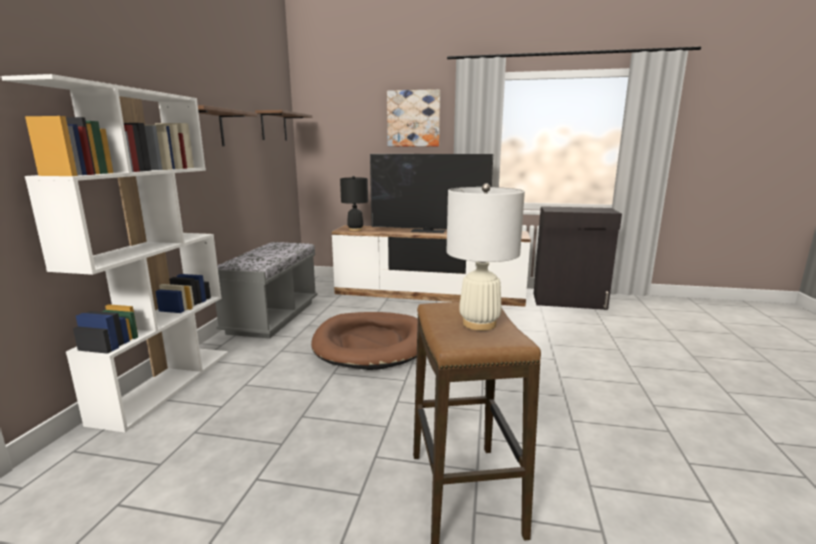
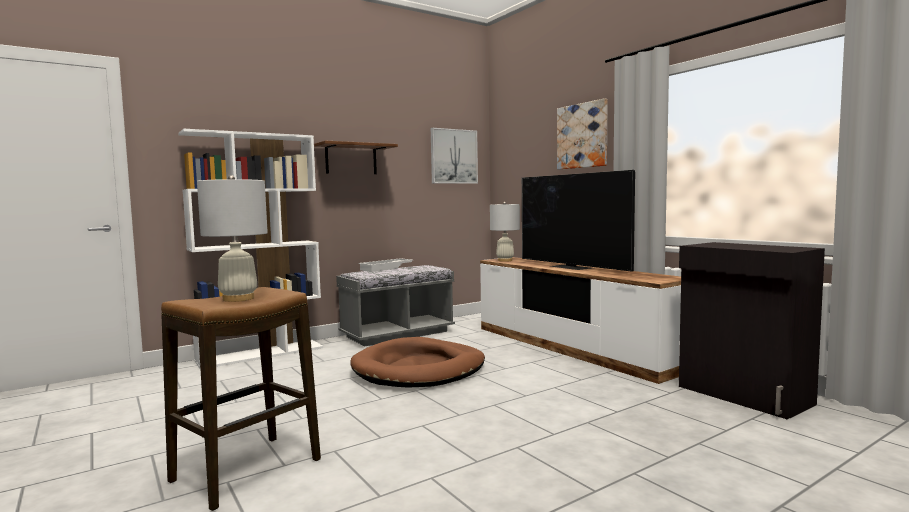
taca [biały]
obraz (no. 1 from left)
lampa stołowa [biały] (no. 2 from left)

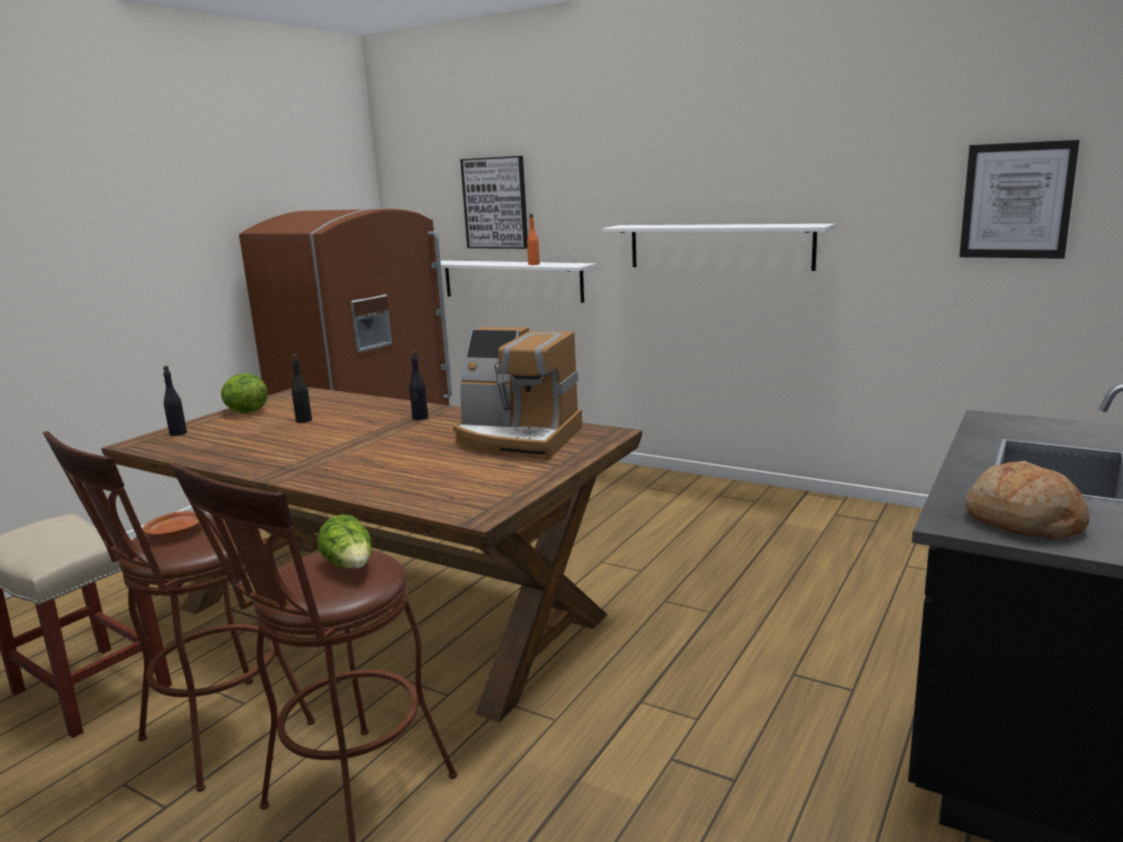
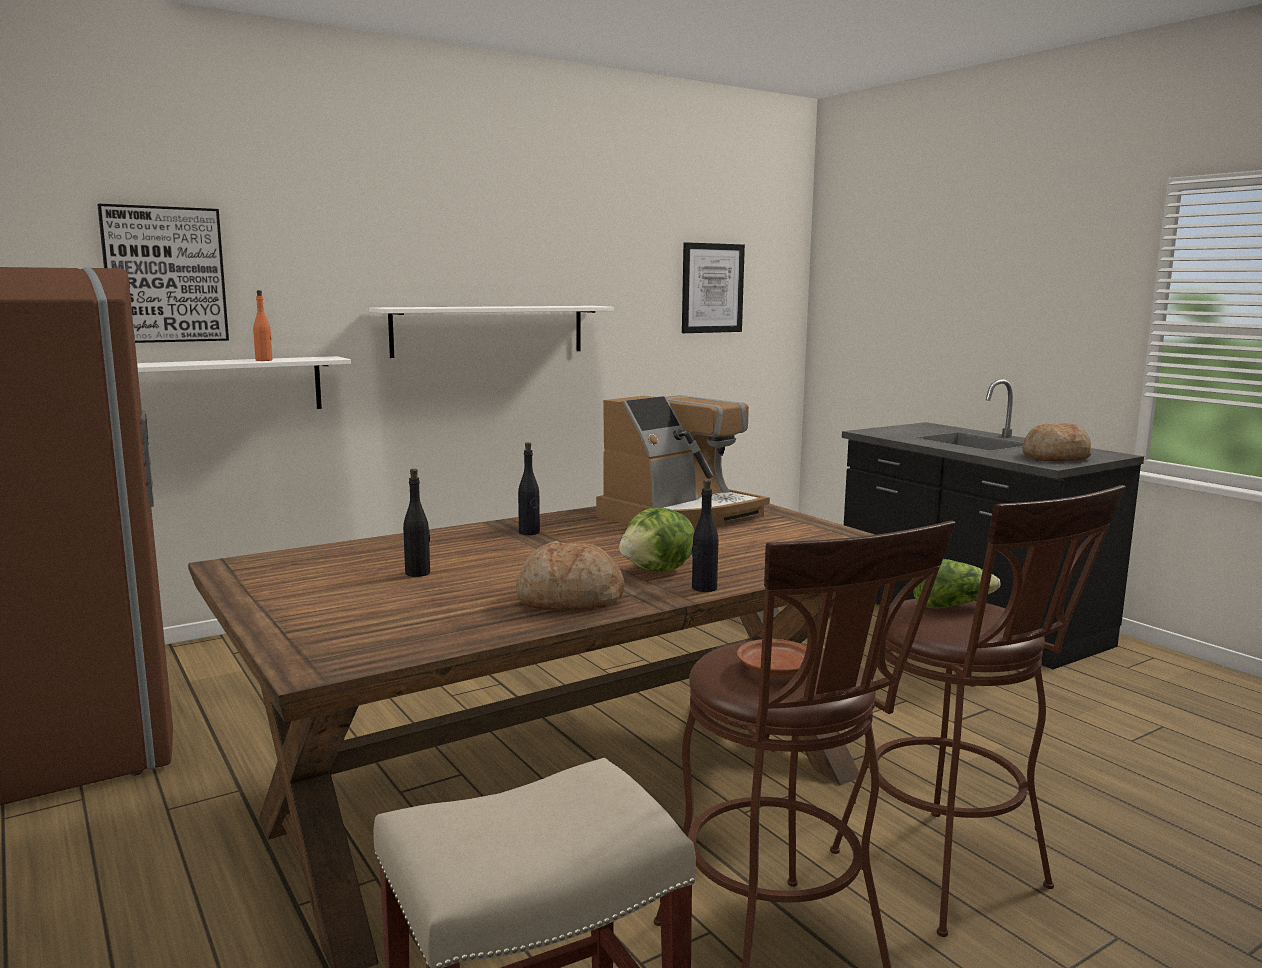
chleb (no. 1 from left)
butelka [czarny] (no. 3 from left)
sałata (no. 1 from left)

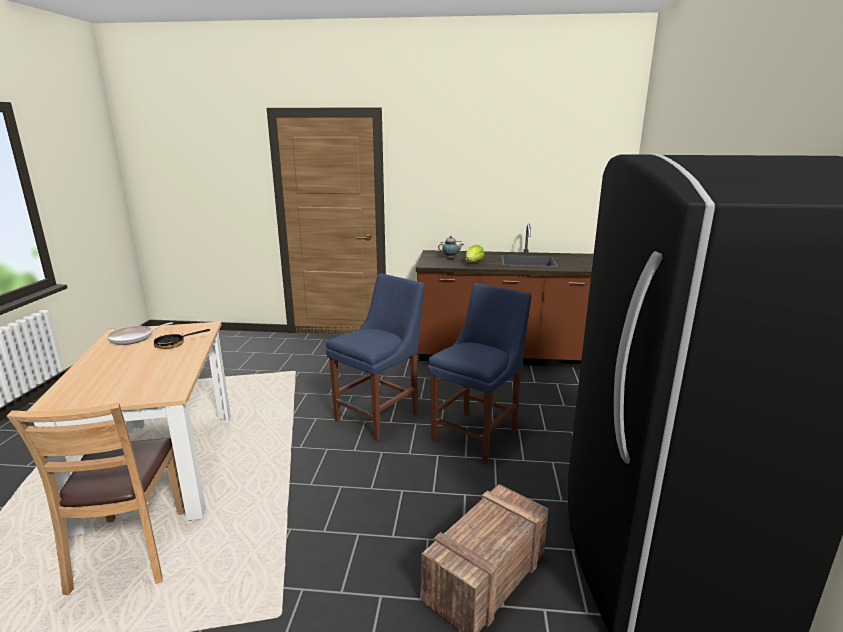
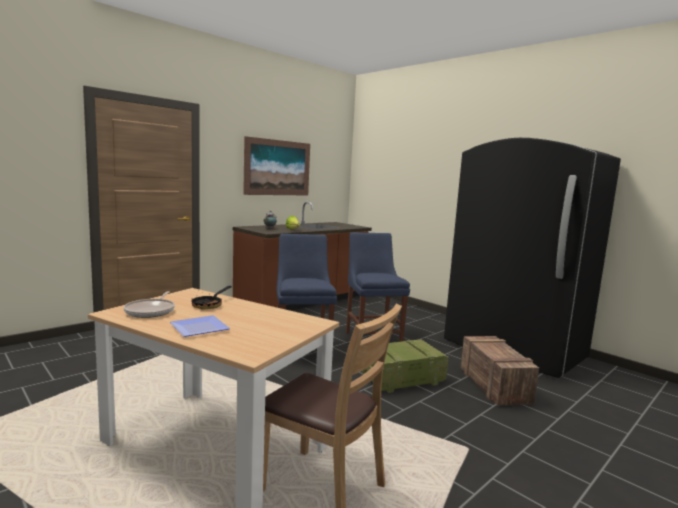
talerz
obraz
skrzynka (no. 1 from left)

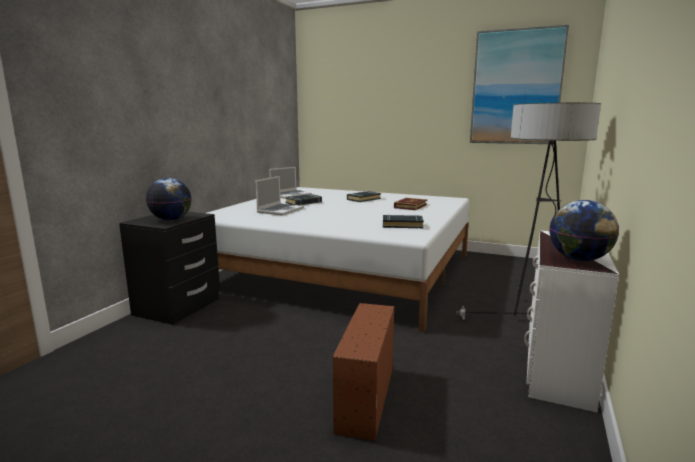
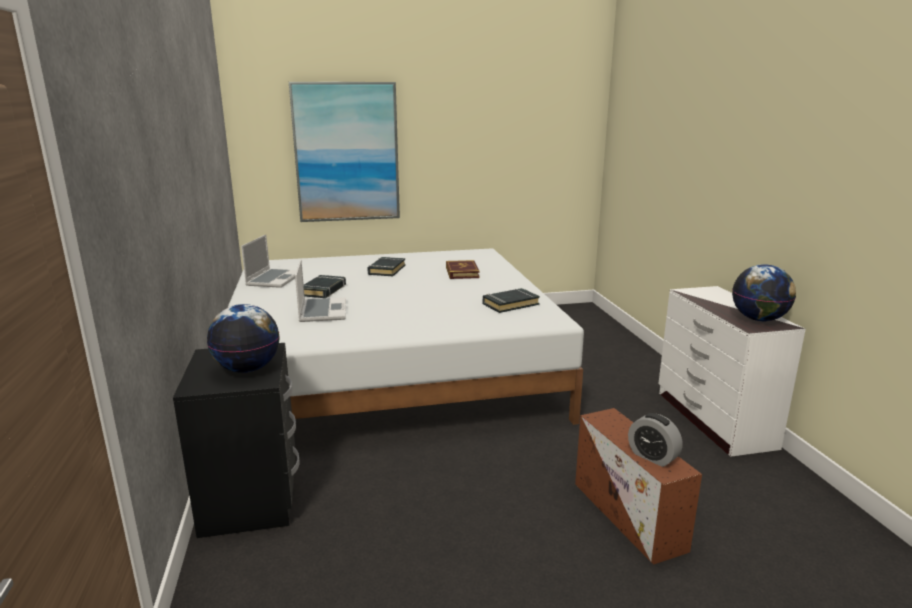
lampa stojąca
budzik
obraz

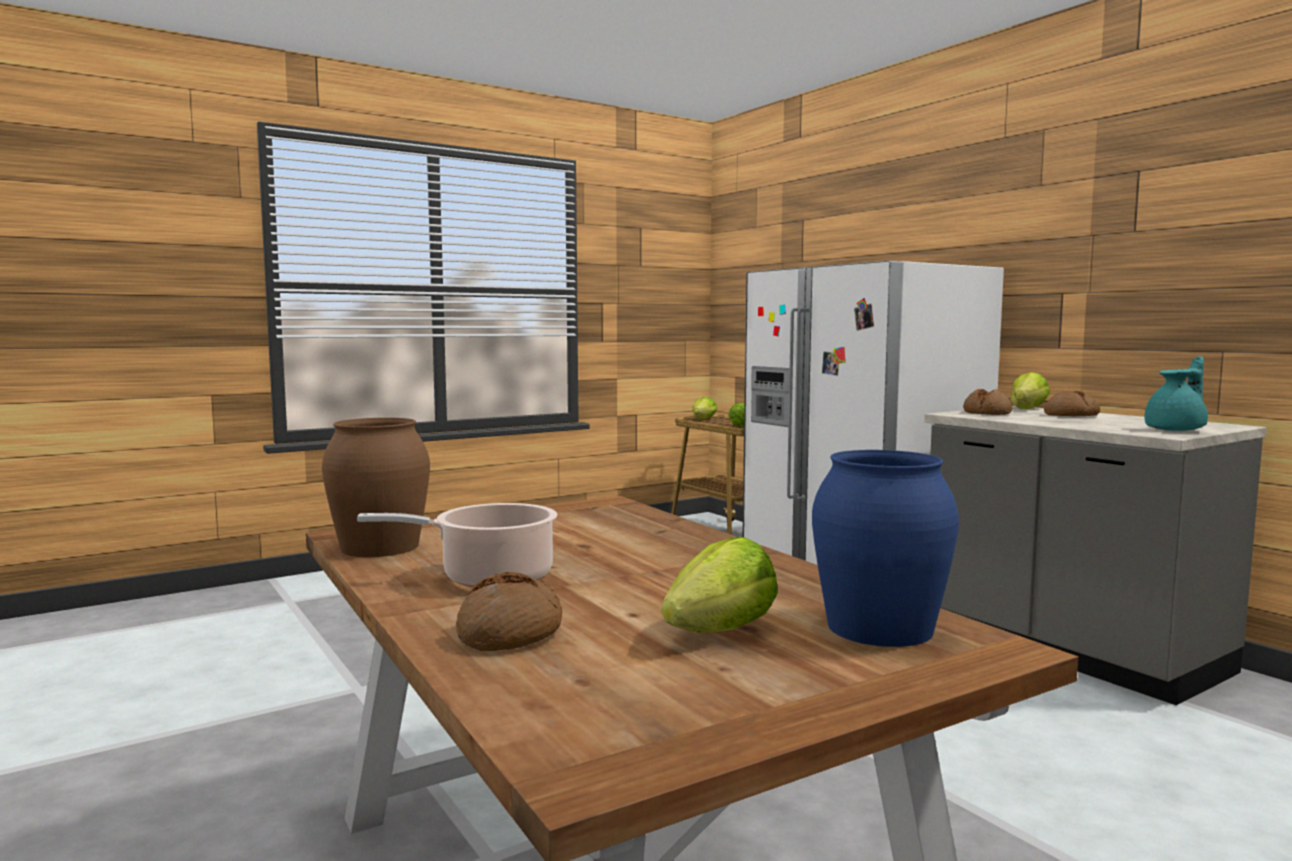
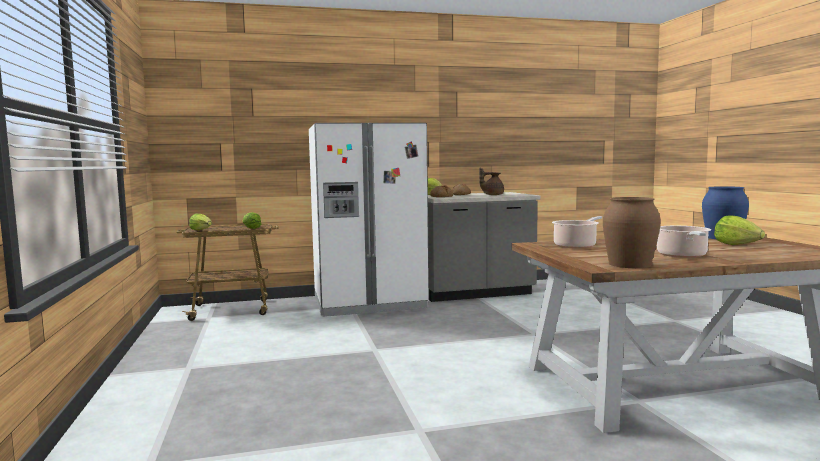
chleb (no. 1 from left in the first image)
imbryk [turkusowy]
imbryk [brązowy]
garnek (no. 1 from left)

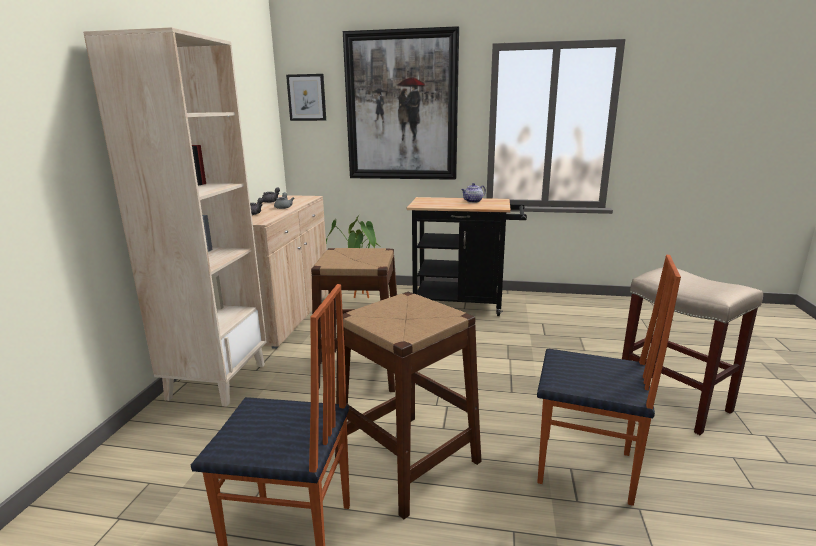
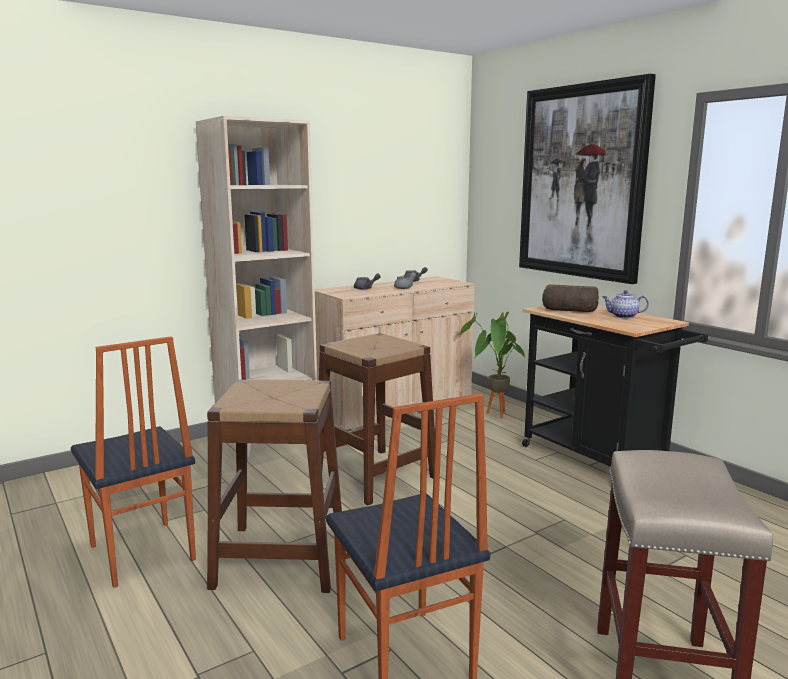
obraz (no. 1 from left in the first image)
chleb

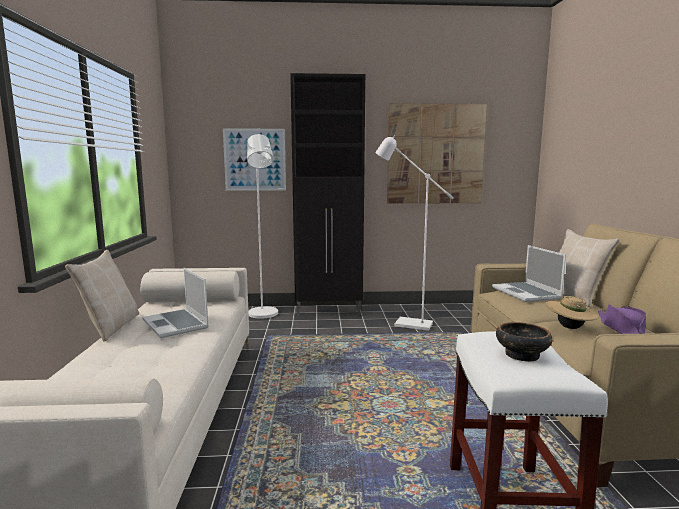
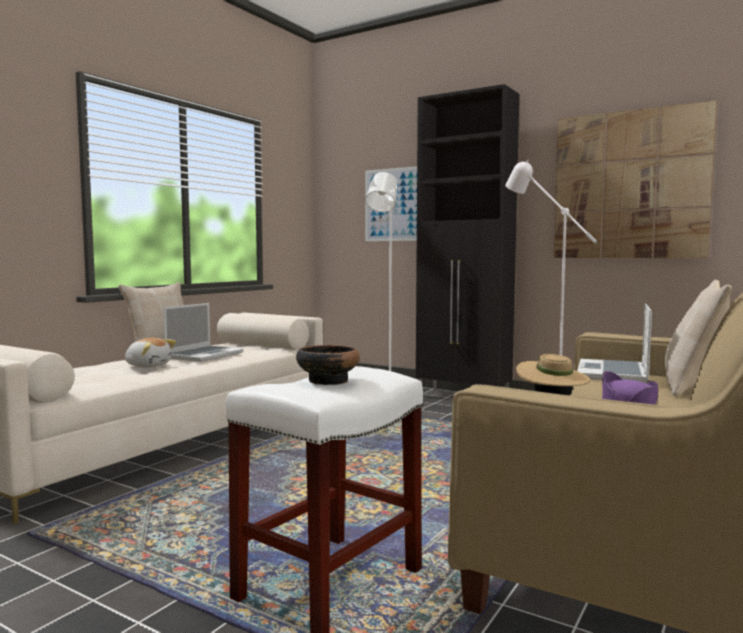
pluszak
laptop (no. 1 from left)

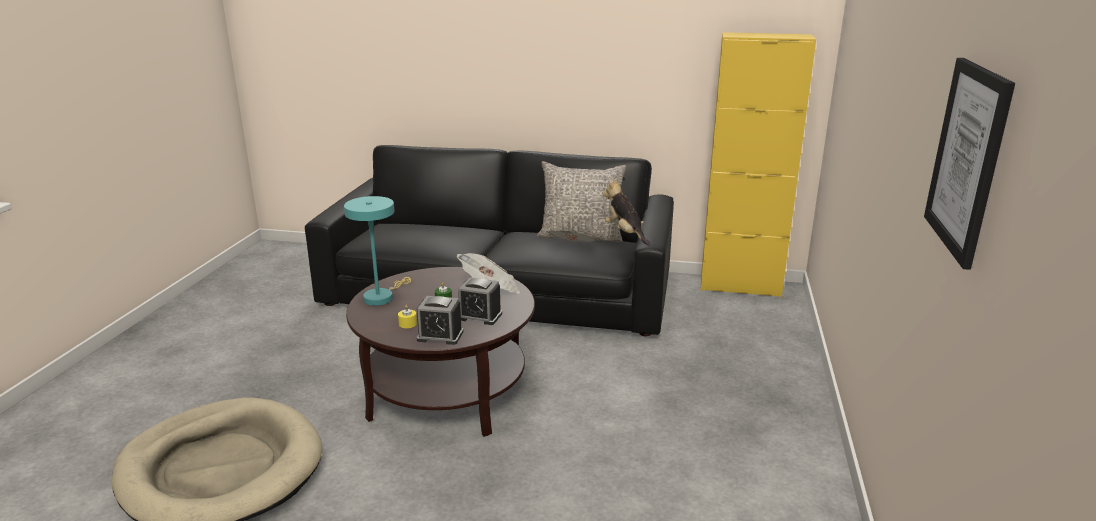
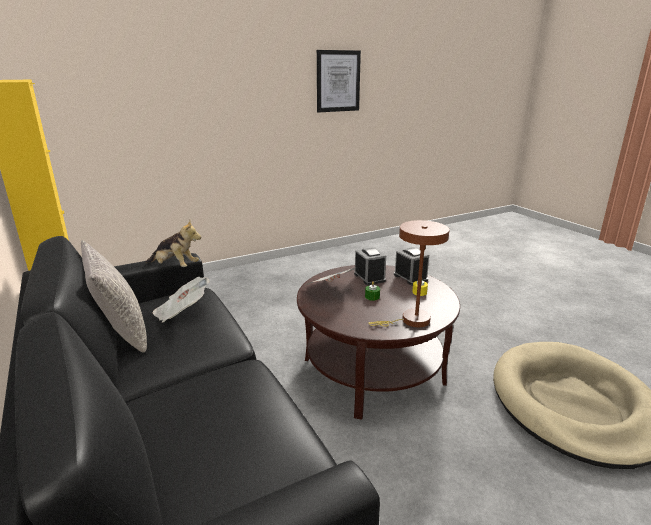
lampa stołowa [brązowy]
pluszak

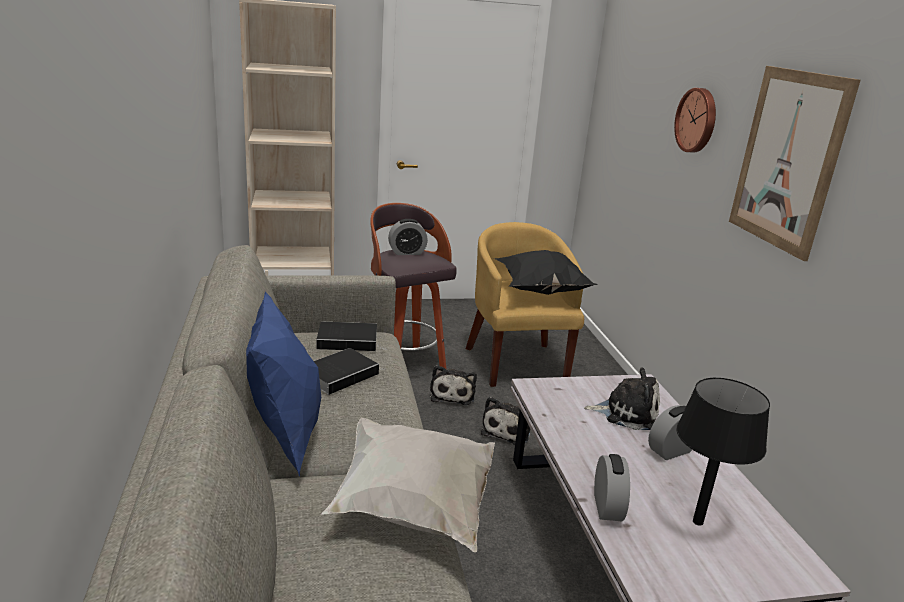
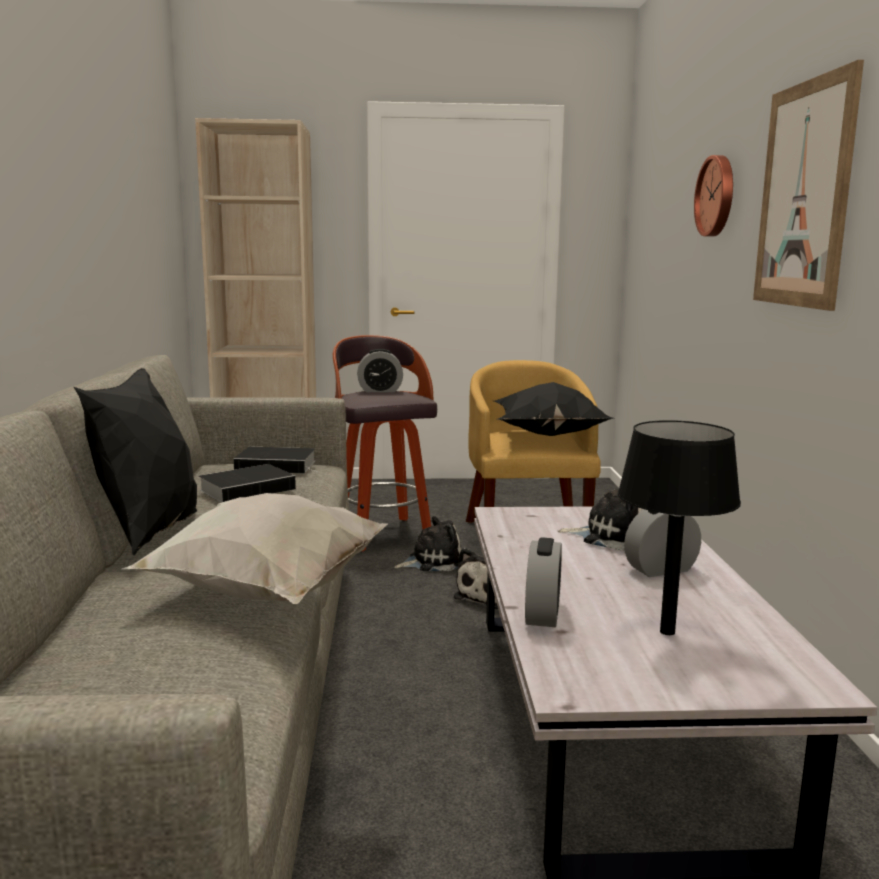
poduszka [czarny] (no. 1 from left)
pluszak (no. 1 from left)

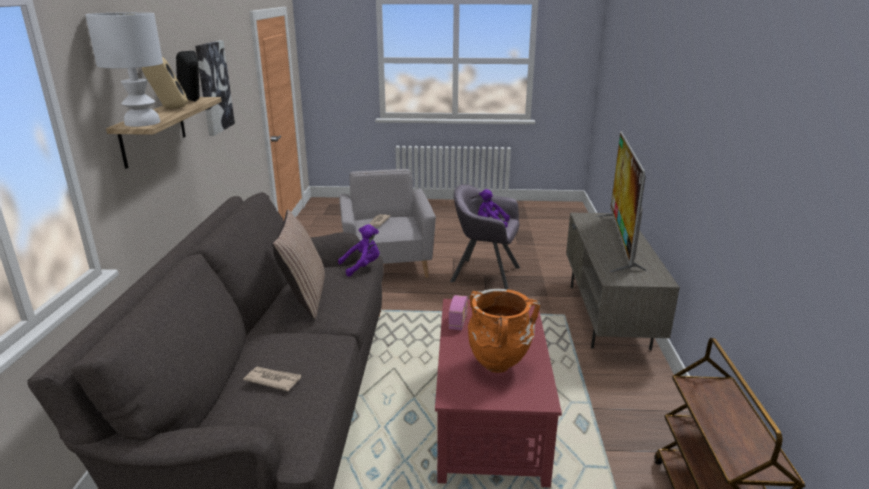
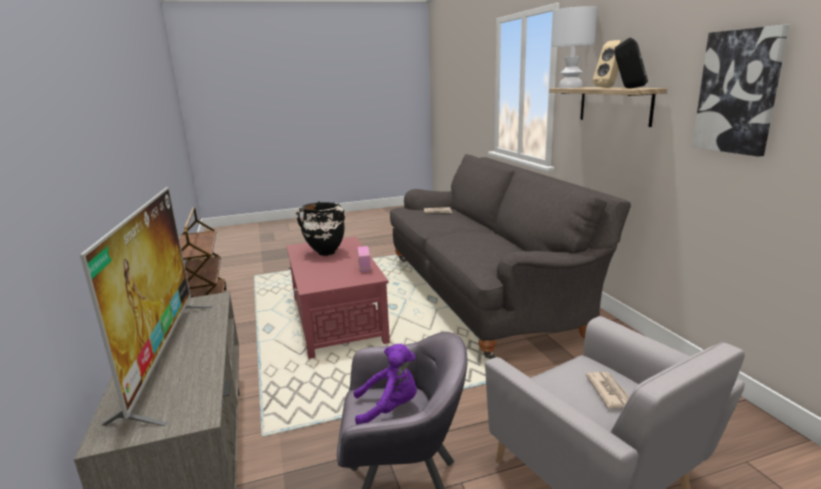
poduszka
pluszak [fioletowy] (no. 1 from left in the first image)
wazon [czarny]

